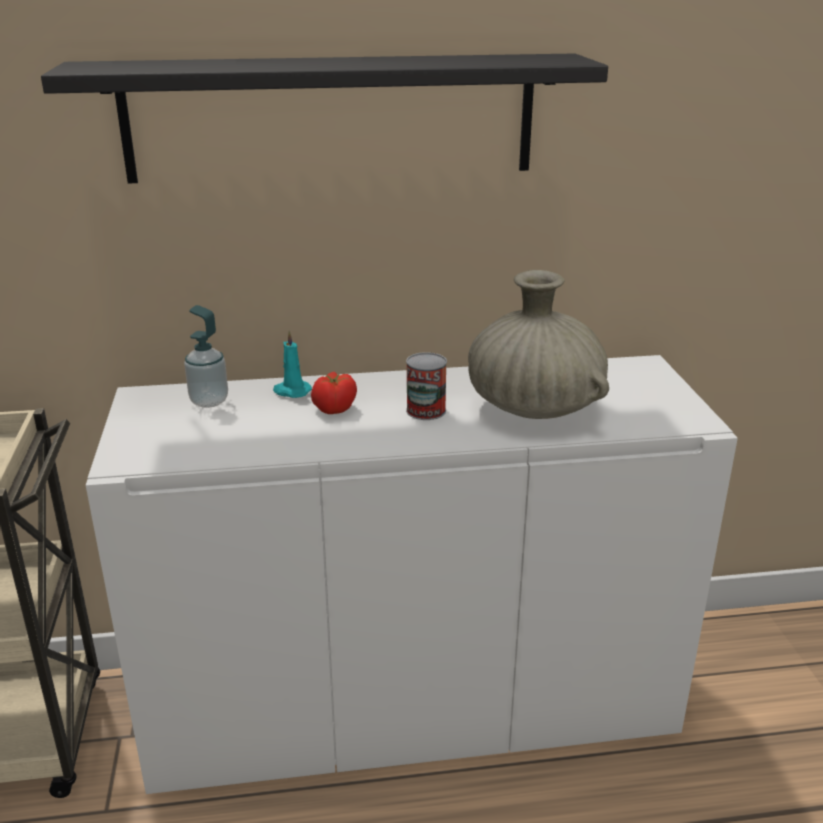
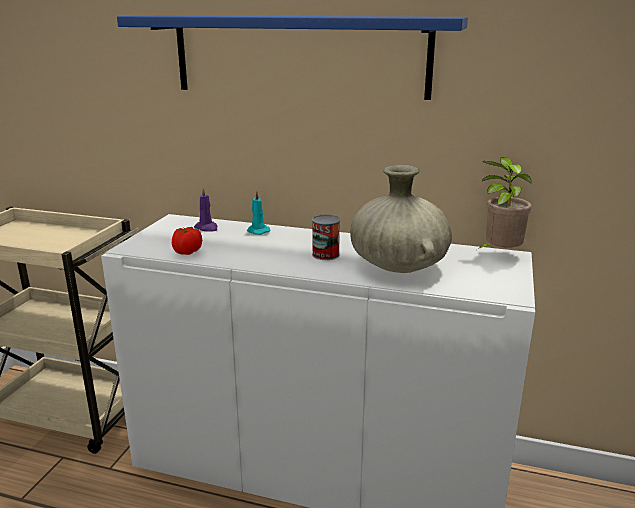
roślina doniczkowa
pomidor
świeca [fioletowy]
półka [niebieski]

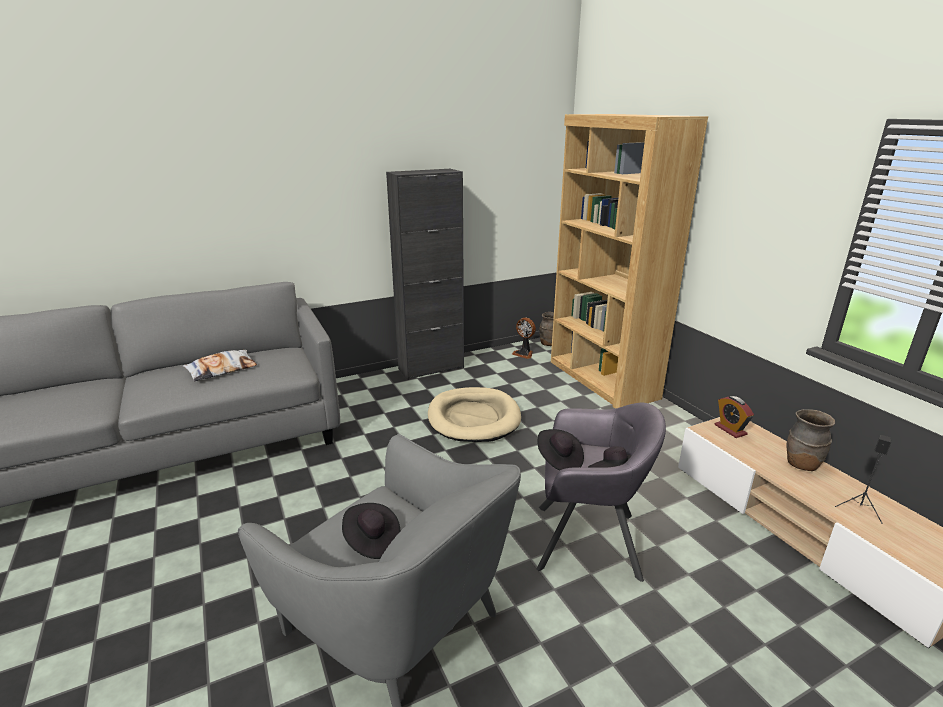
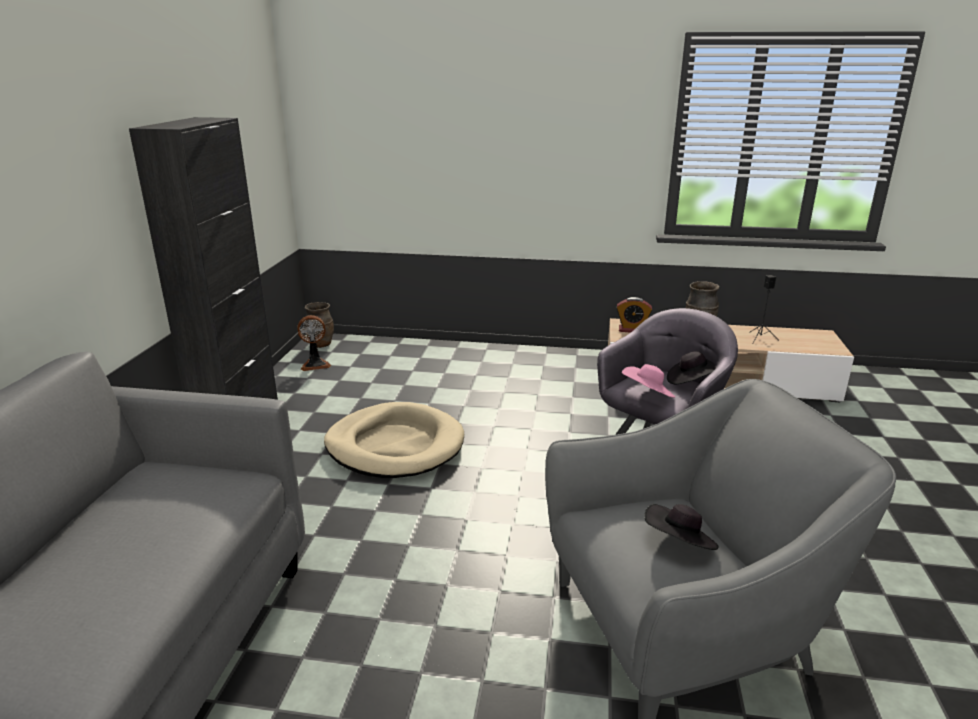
poduszka
regał [brązowy]
kapelusz [różowy]

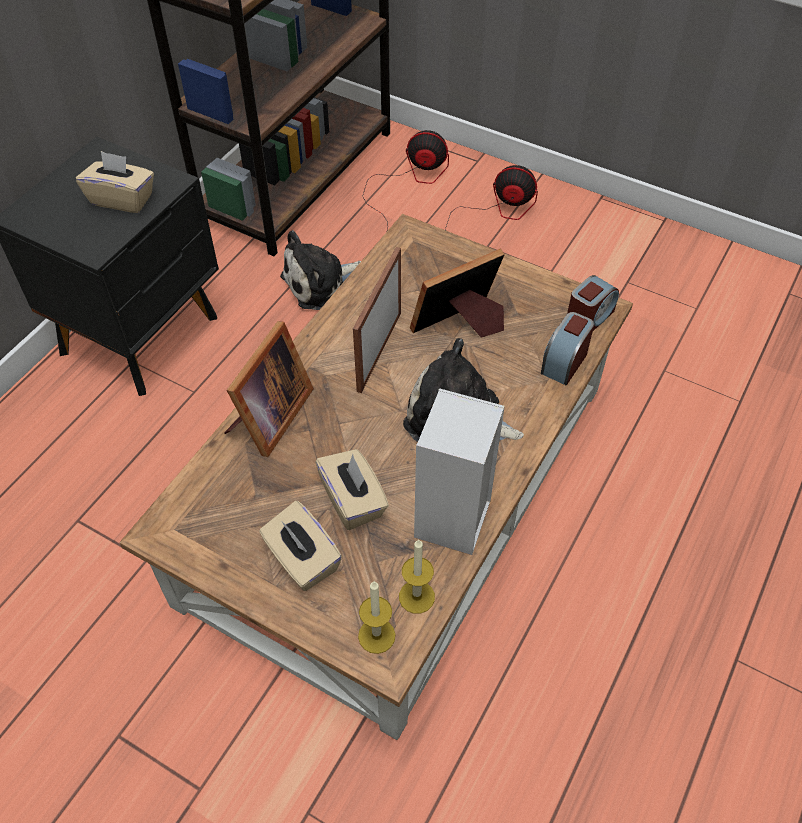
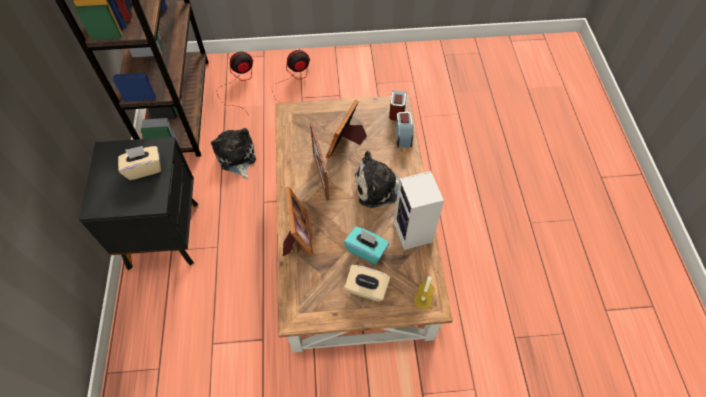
świeca (no. 2 from left in the first image)
pudełko chusteczek [turkusowy]
pluszak (no. 1 from left)

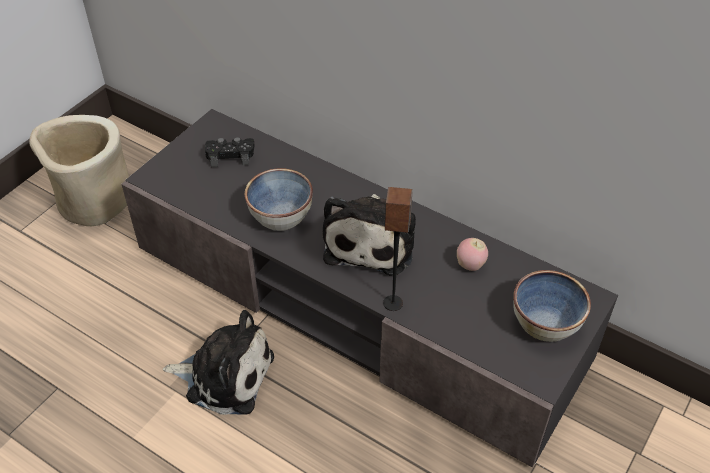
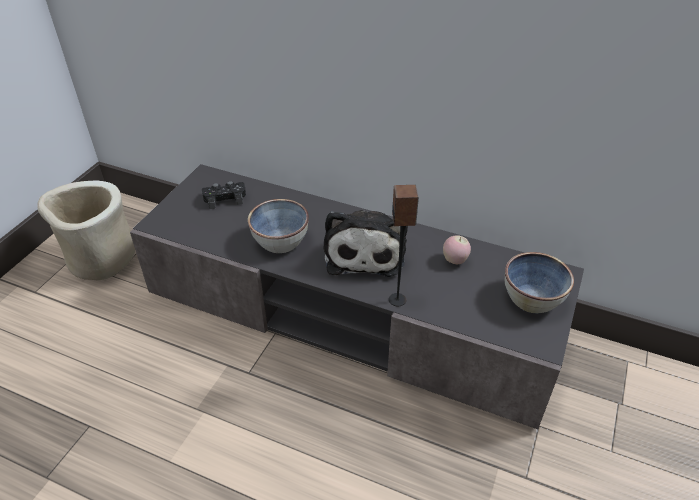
pluszak (no. 1 from left in the first image)

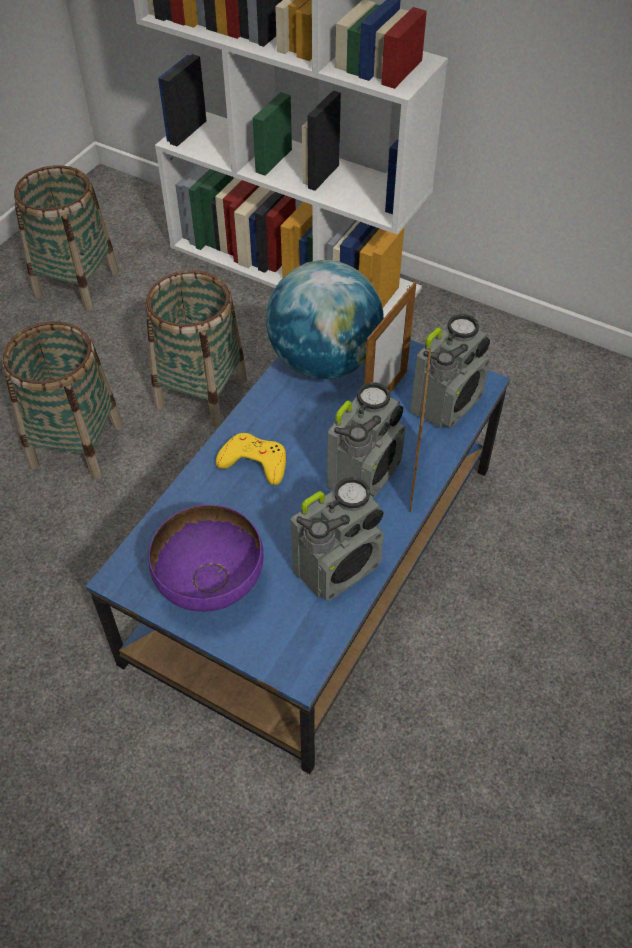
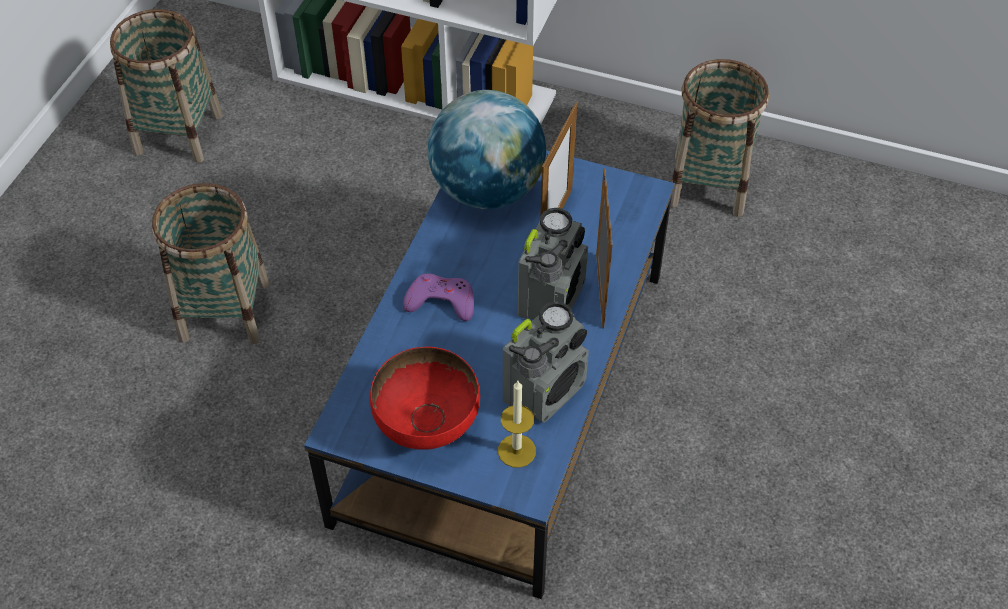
radio (no. 3 from left in the first image)
świeca
koszyk (no. 3 from left)
miska [czerwony]
pad do gier [fioletowy]

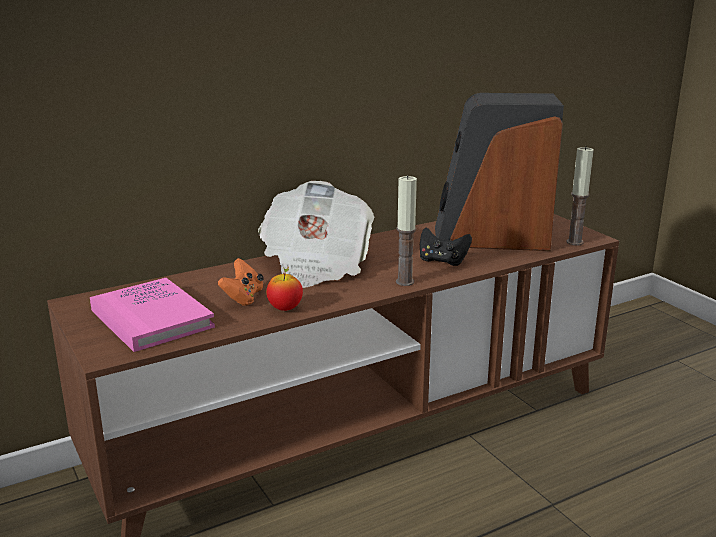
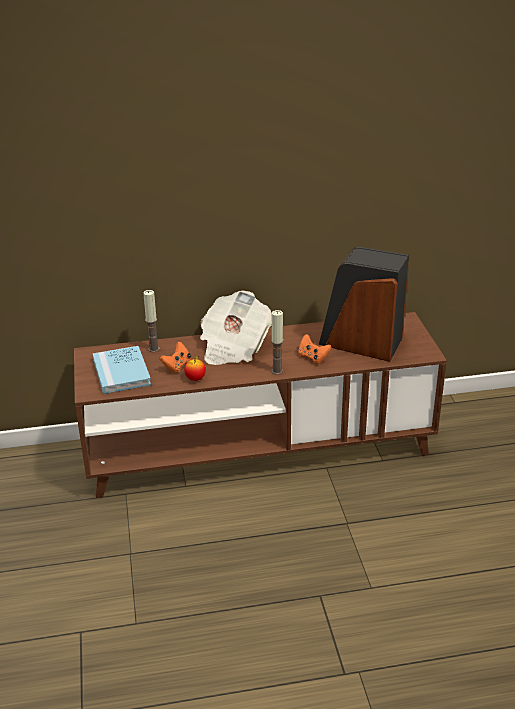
świeca (no. 1 from left)
książka [niebieski]
pad do gier [pomarańczowy] (no. 2 from left)

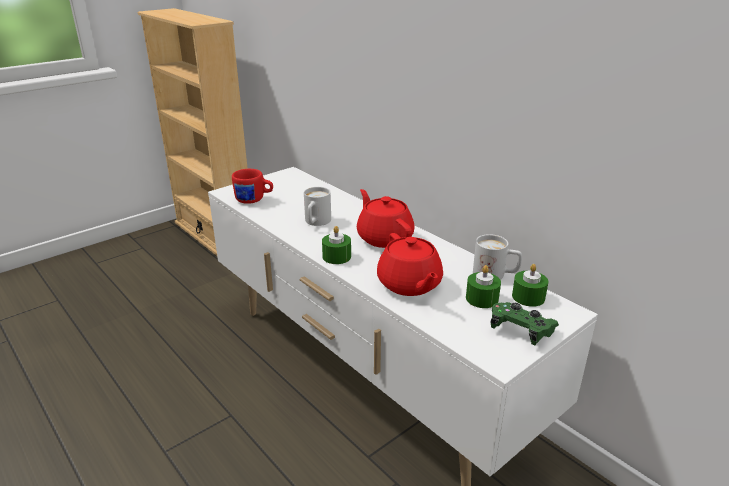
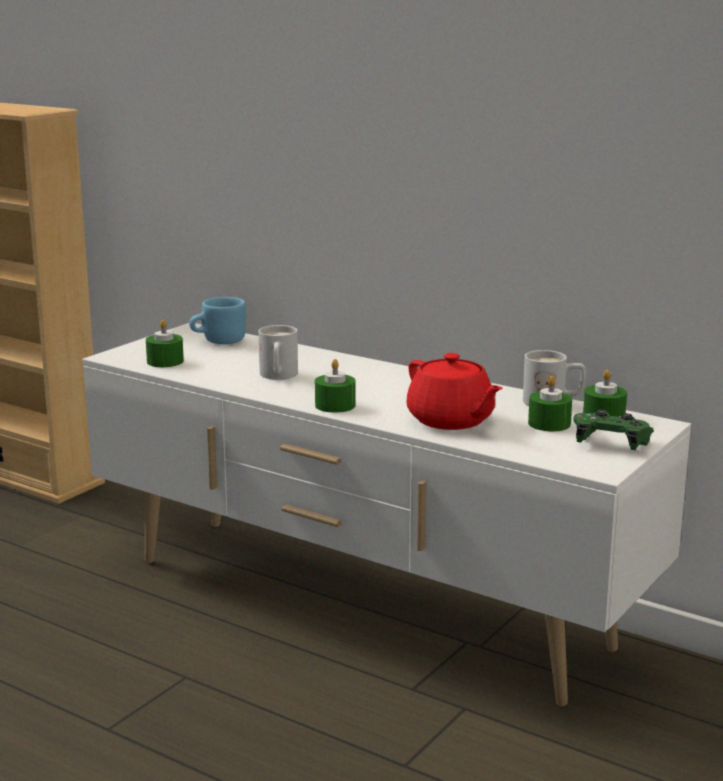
imbryk [czerwony] (no. 1 from left in the first image)
kubek [niebieski]
świeca [zielony] (no. 1 from left)

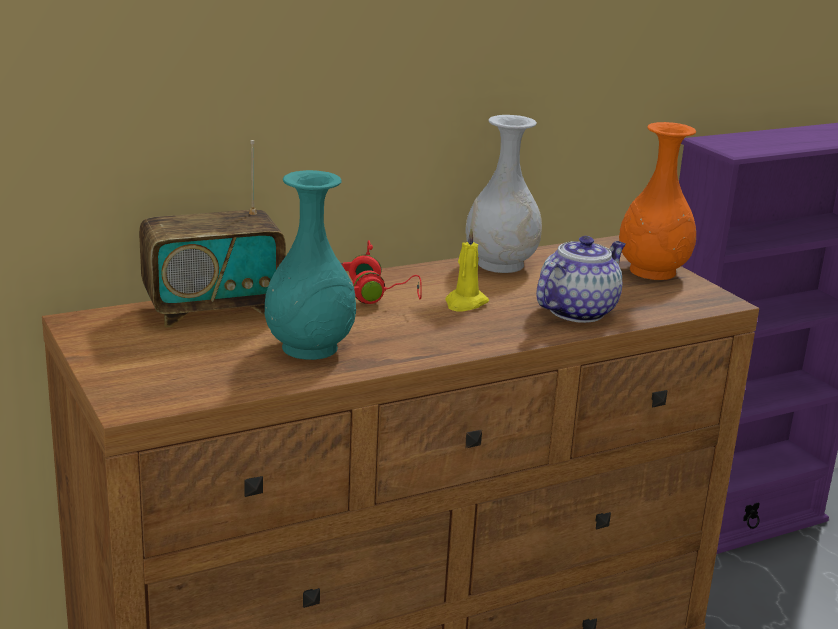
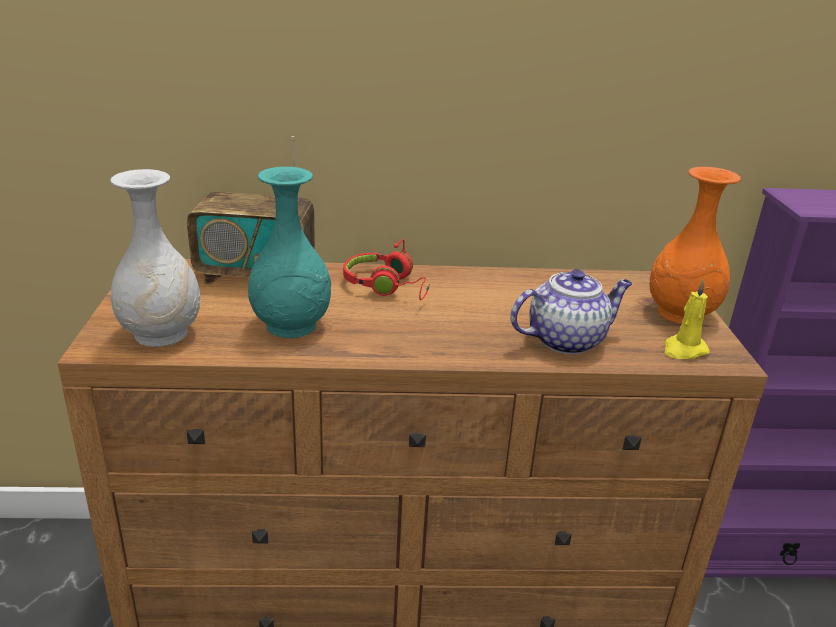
świeca [żółty]
wazon [biały]

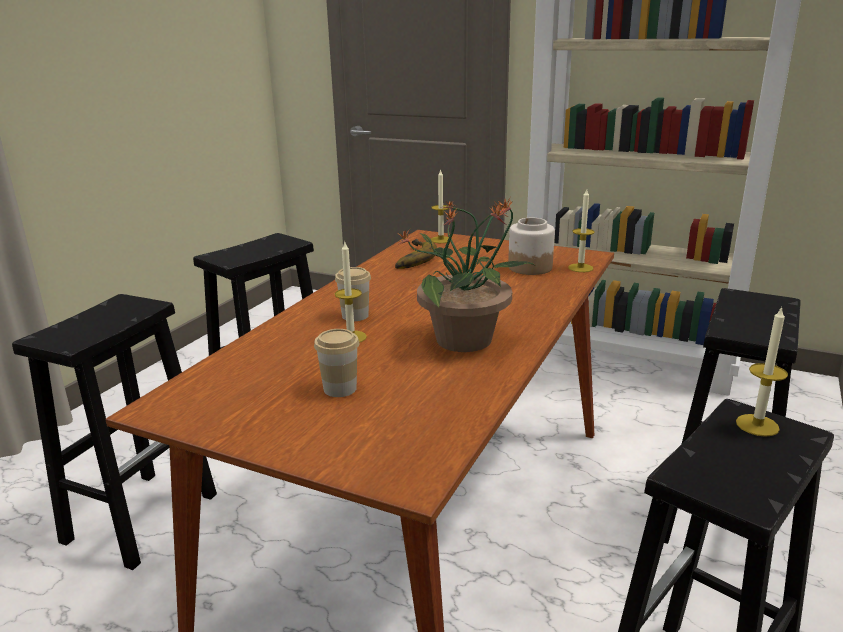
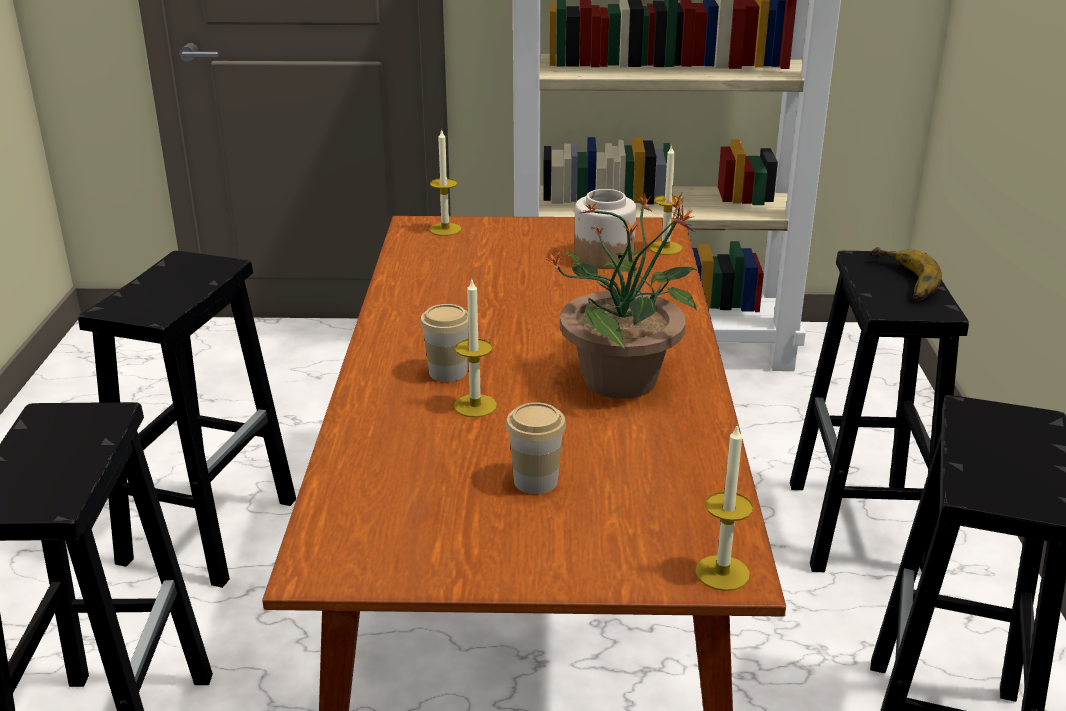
banan
świeca (no. 4 from left)

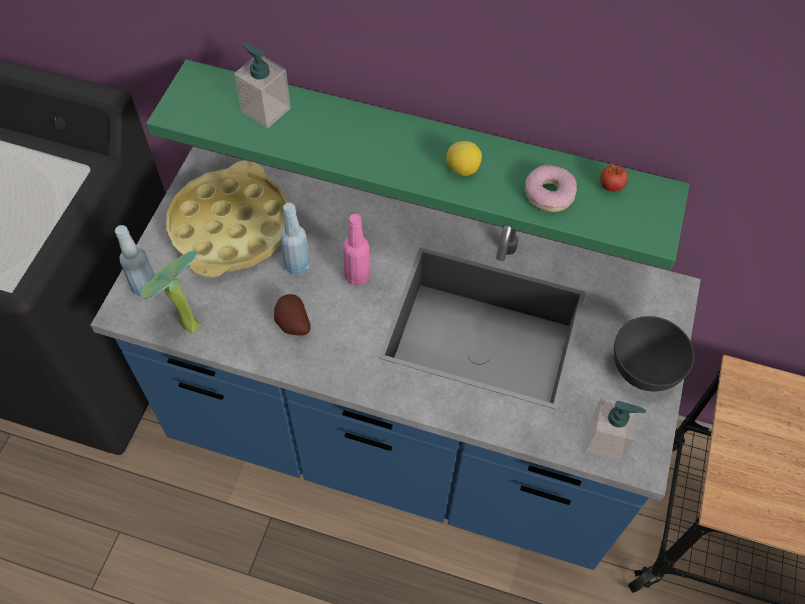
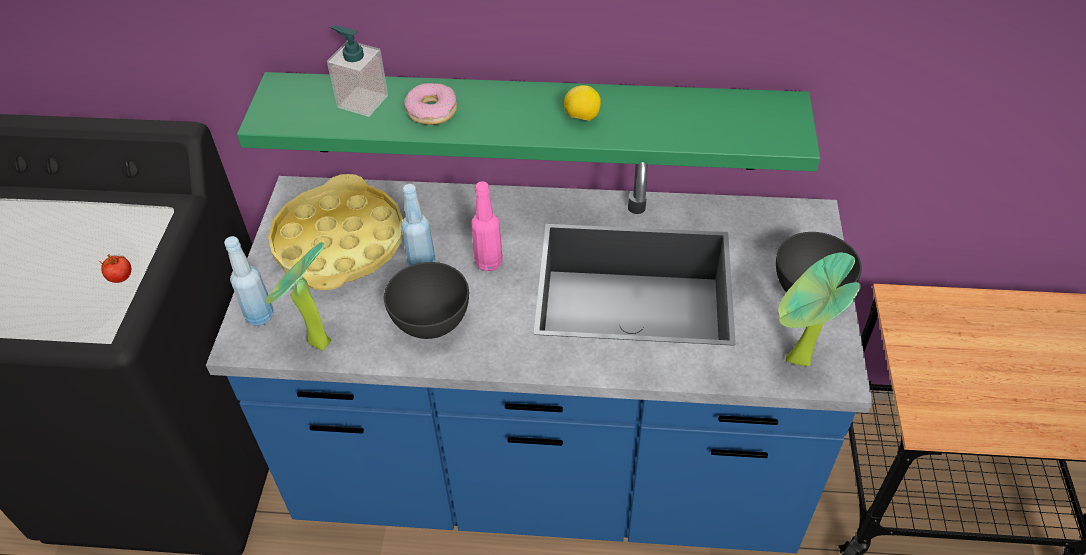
donut
pomidor
miska [szary] (no. 1 from left)
roślina doniczkowa (no. 2 from left)

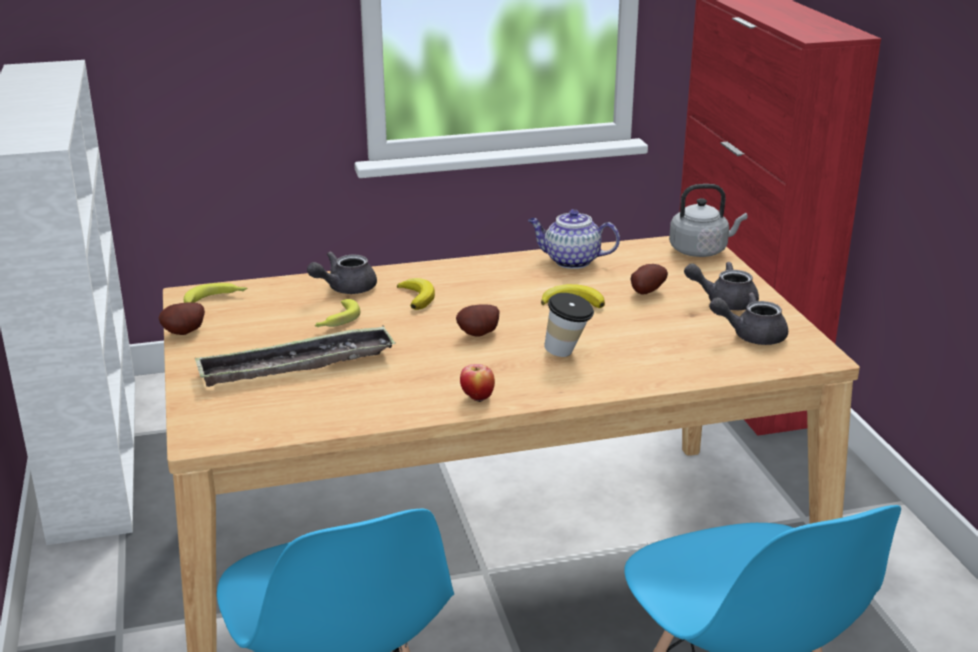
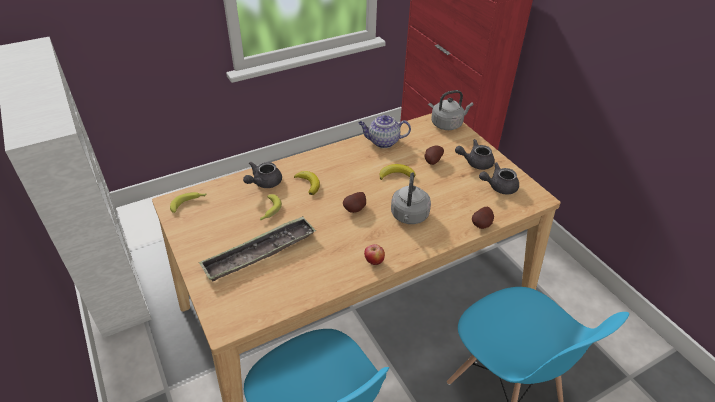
ziemniak (no. 3 from left)
czajnik [szary] (no. 1 from left)

